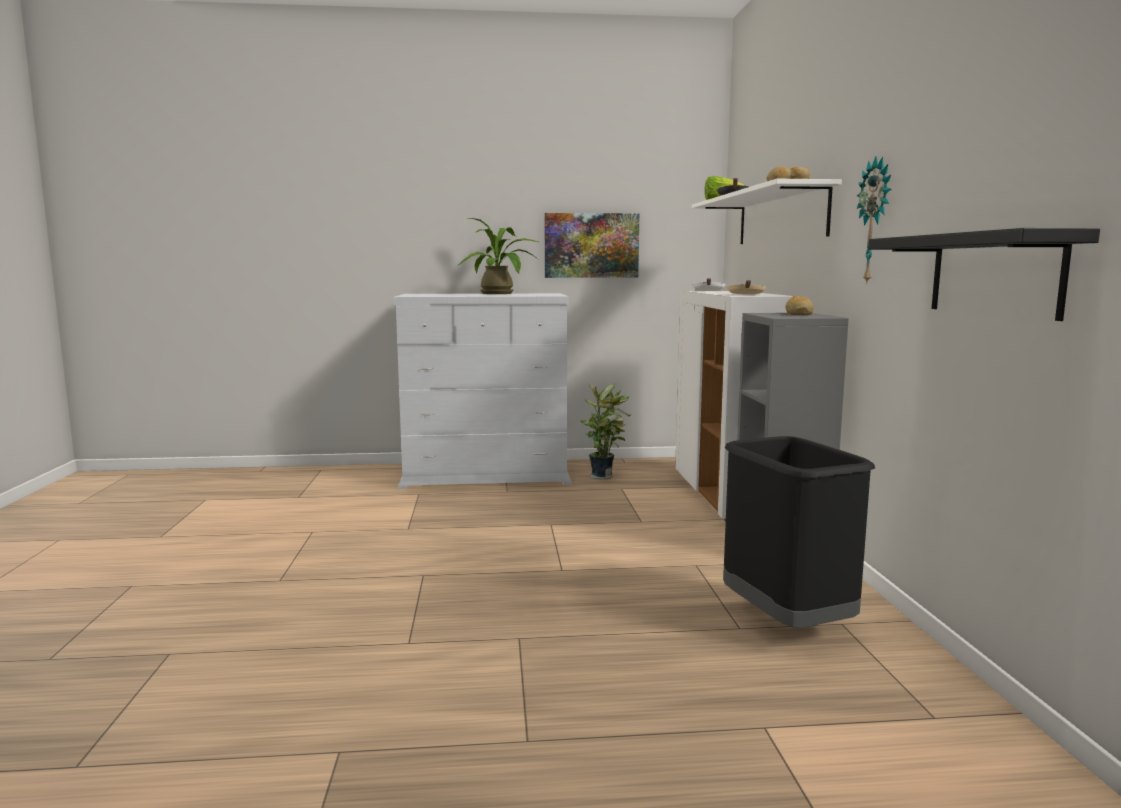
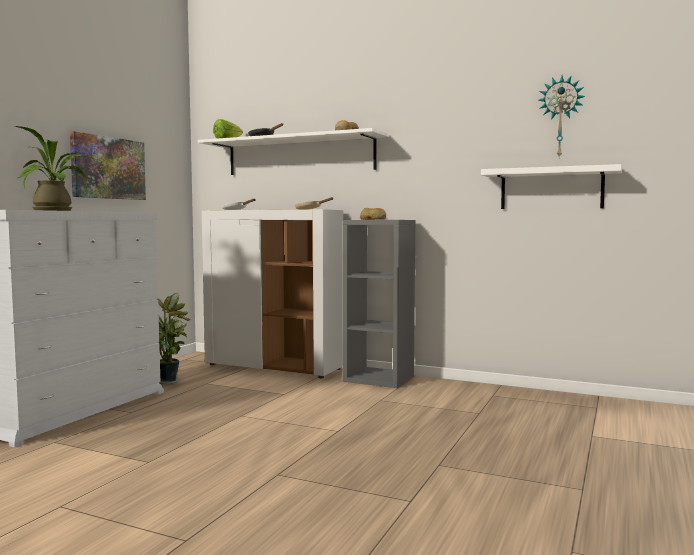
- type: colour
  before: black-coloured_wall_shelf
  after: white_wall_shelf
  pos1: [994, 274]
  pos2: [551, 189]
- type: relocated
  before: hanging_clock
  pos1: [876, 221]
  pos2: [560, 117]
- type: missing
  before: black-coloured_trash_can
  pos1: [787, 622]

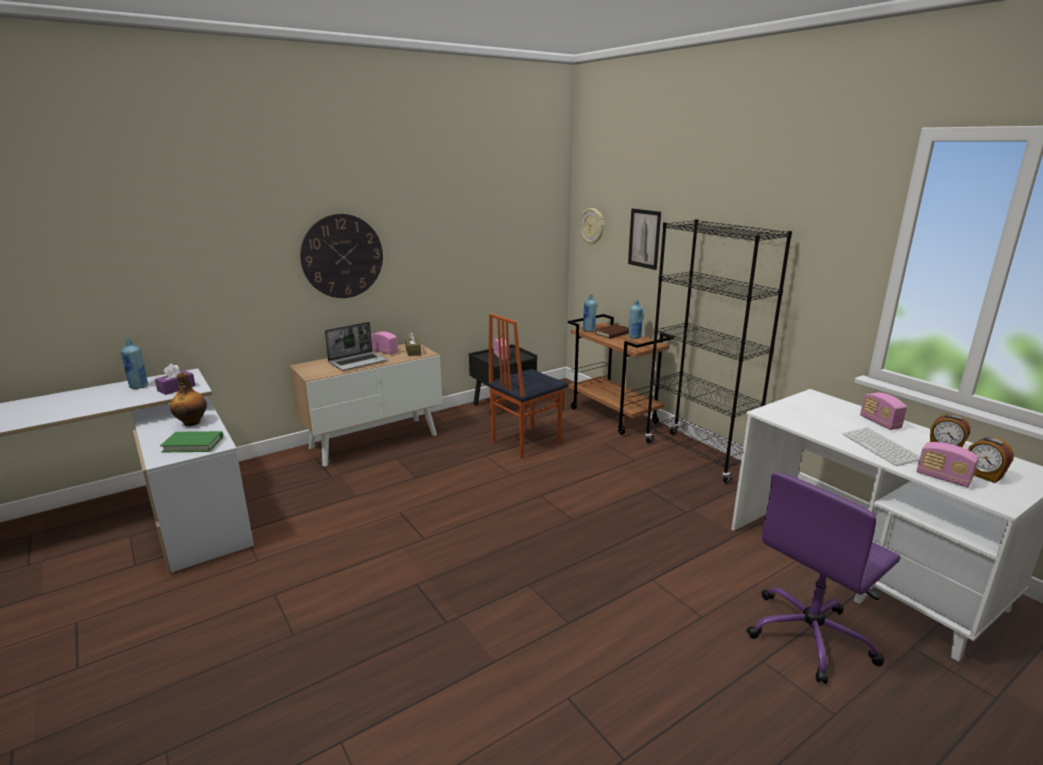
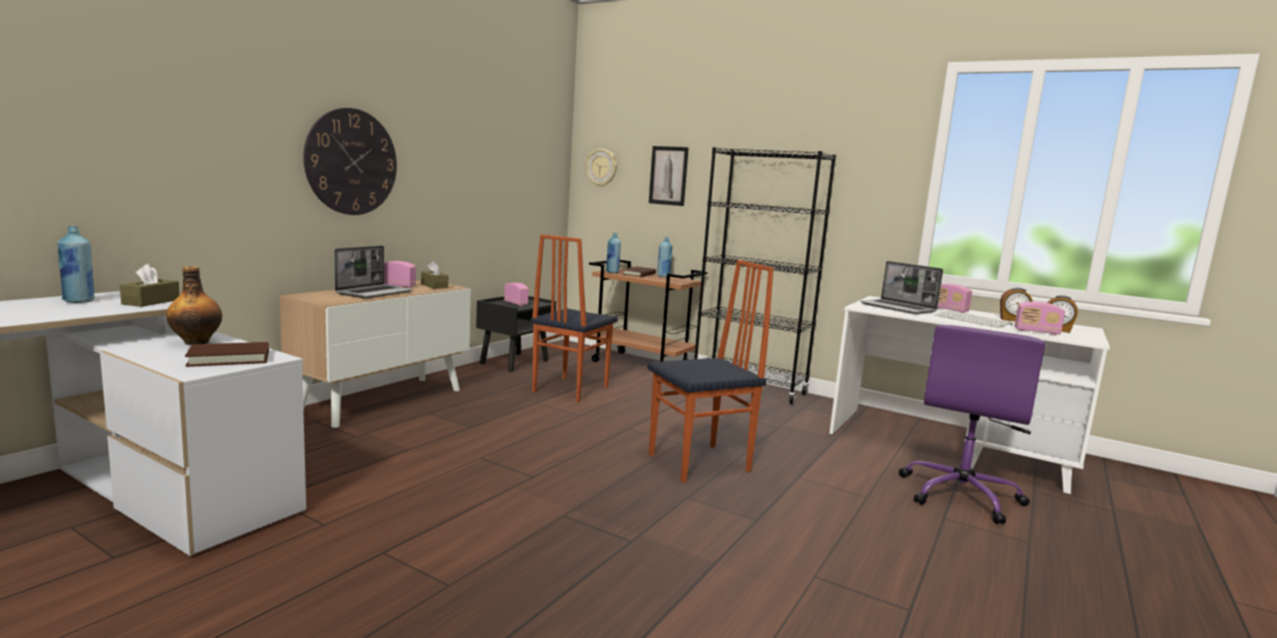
- type: colour
  before: purple_box_of_tissues
  after: brownish_box_of_tissues
  pos1: [176, 388]
  pos2: [151, 302]
- type: colour
  before: green_bound_book
  after: brownish_bound_book
  pos1: [193, 444]
  pos2: [229, 358]
- type: appeared
  after: chair
  pos2: [700, 463]
- type: appeared
  after: laptop
  pos2: [899, 308]

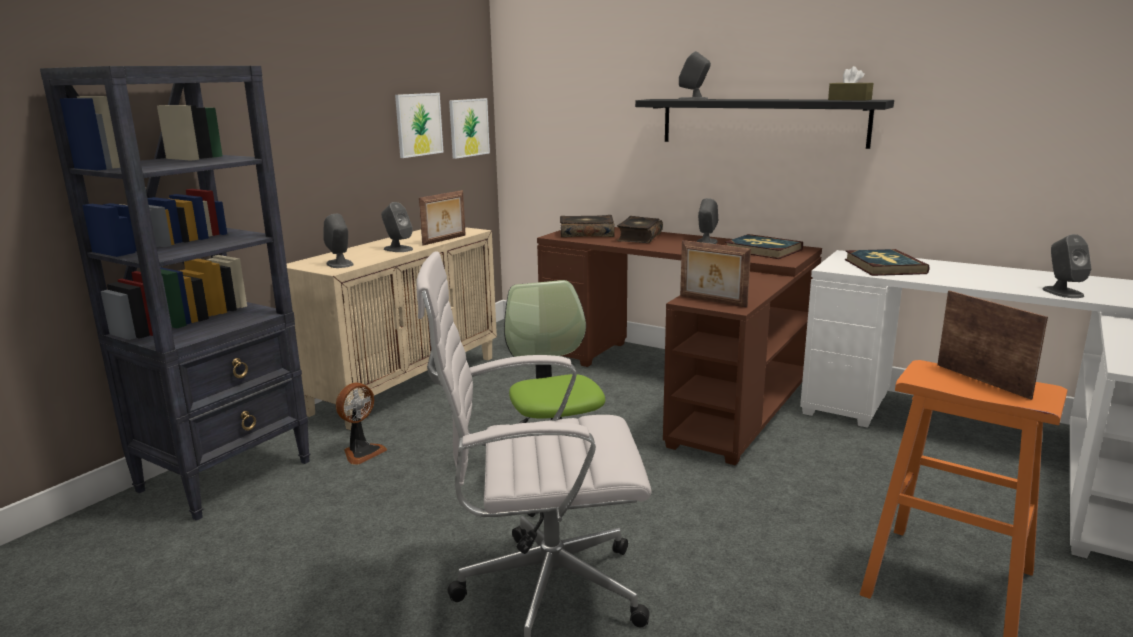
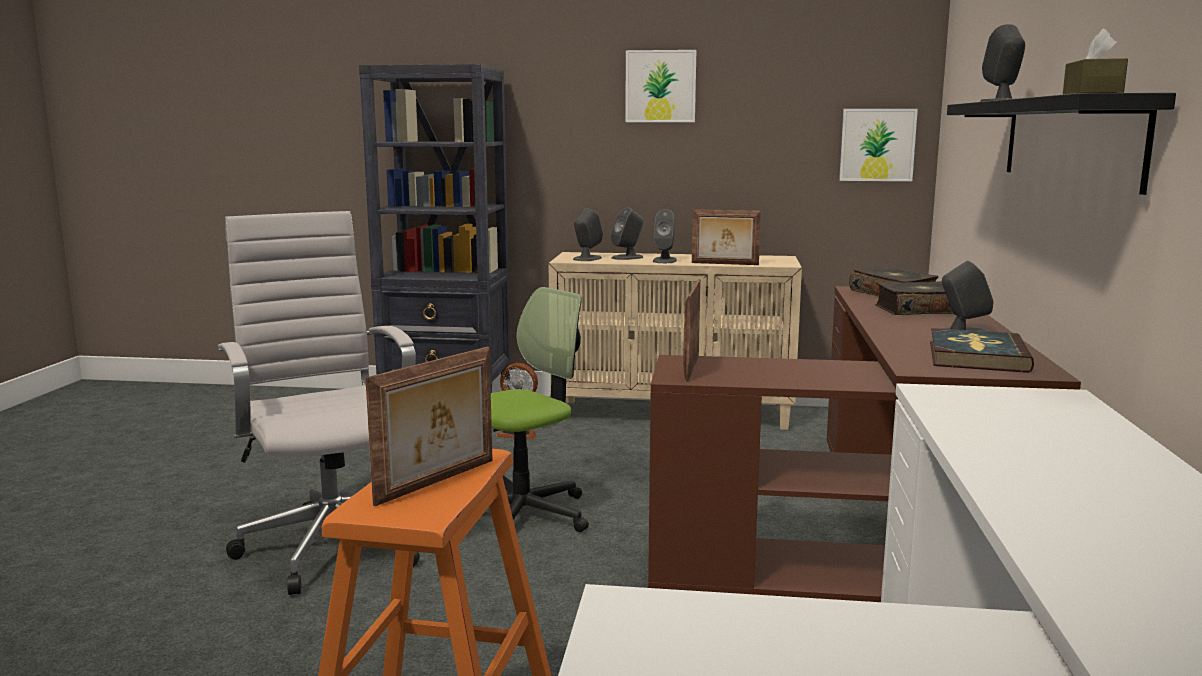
- type: relocated
  before: greyish_loudspeaker
  pos1: [1062, 292]
  pos2: [627, 257]
- type: relocated
  before: wall_picture
  pos1: [418, 124]
  pos2: [660, 86]
- type: missing
  before: bound_book
  pos1: [884, 266]

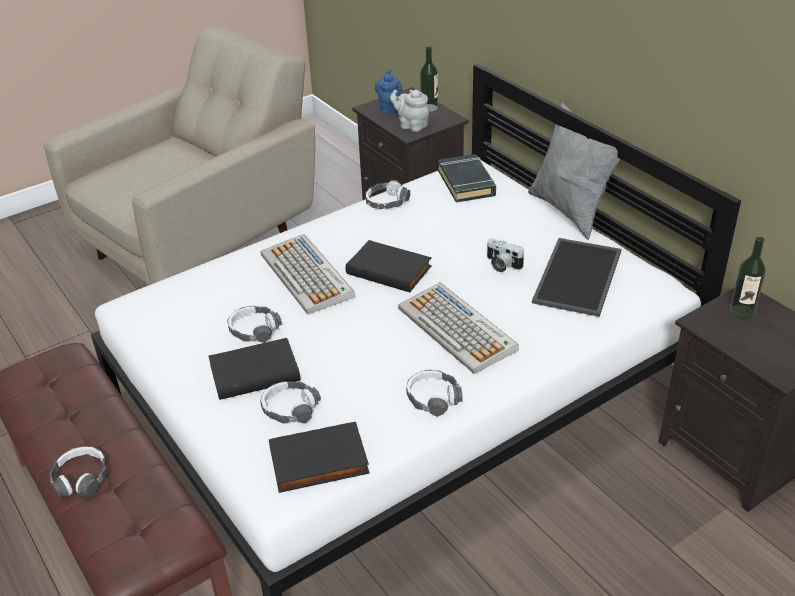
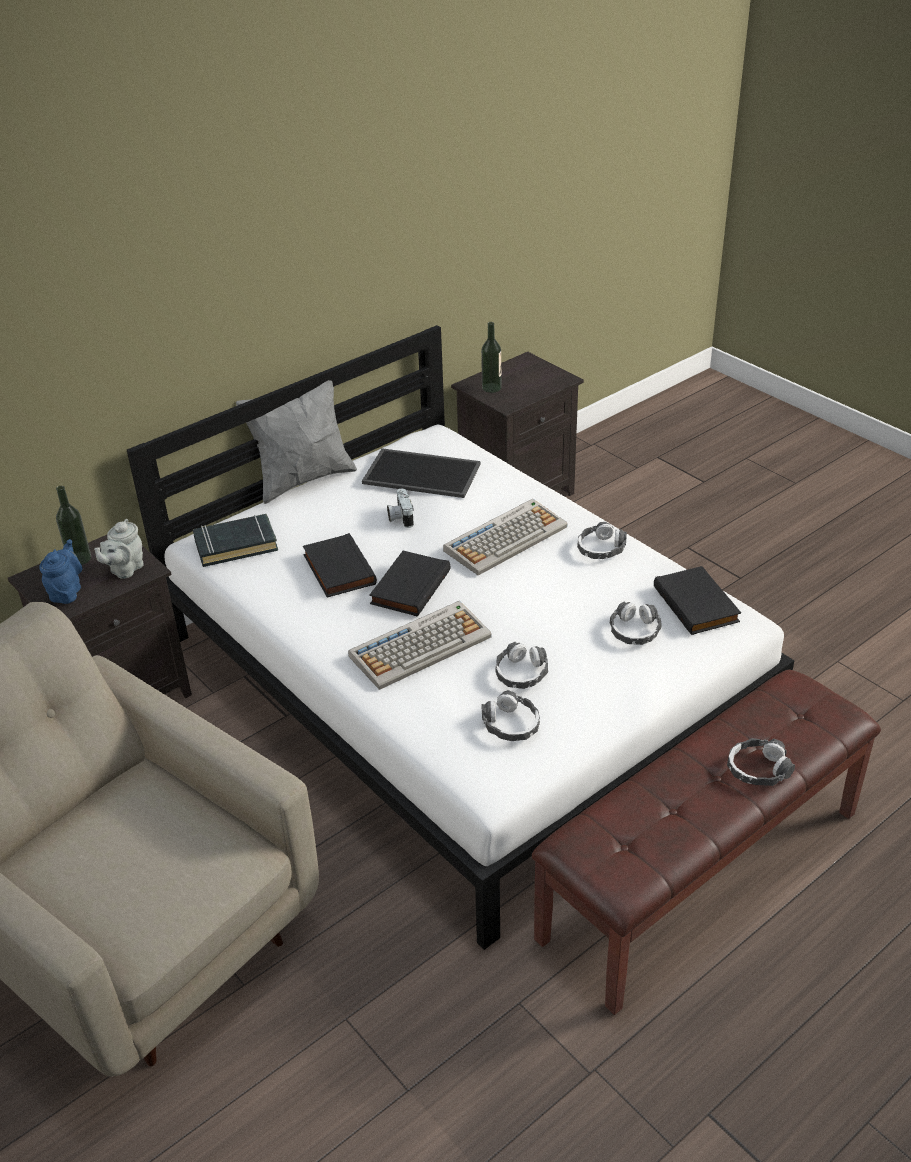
- type: spun
  before: bluish_teapot
  pos1: [389, 108]
  pos2: [67, 592]
  turn: 105
- type: relocated
  before: black-coloured_bound_book
  pos1: [255, 371]
  pos2: [337, 570]
- type: spun
  before: photo_camera
  pos1: [502, 265]
  pos2: [400, 517]
  turn: 135
- type: relocated
  before: headset
  pos1: [387, 201]
  pos2: [511, 724]

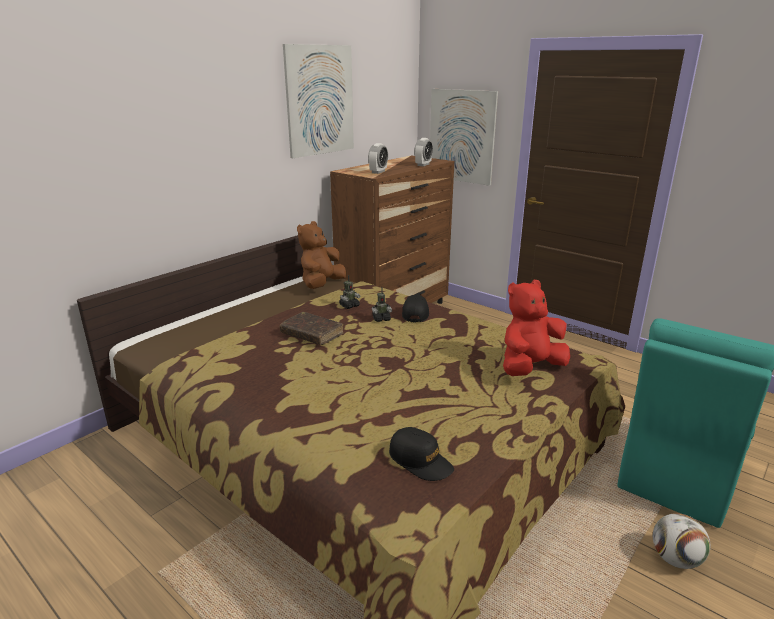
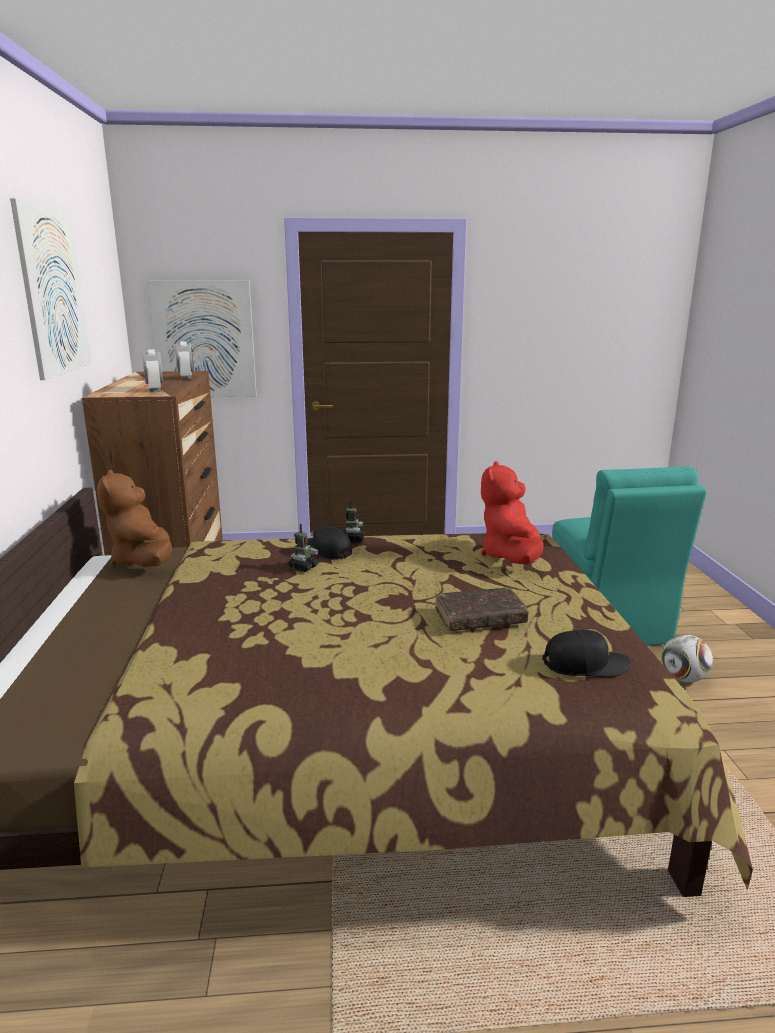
- type: relocated
  before: toy_robot
  pos1: [349, 306]
  pos2: [352, 540]
- type: relocated
  before: brownish_bound_book
  pos1: [312, 334]
  pos2: [480, 618]

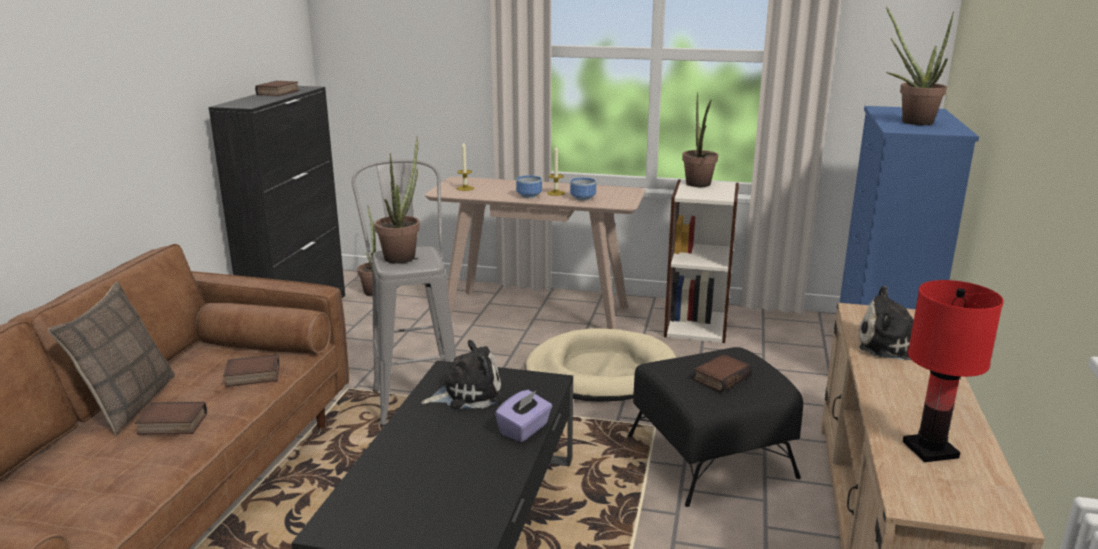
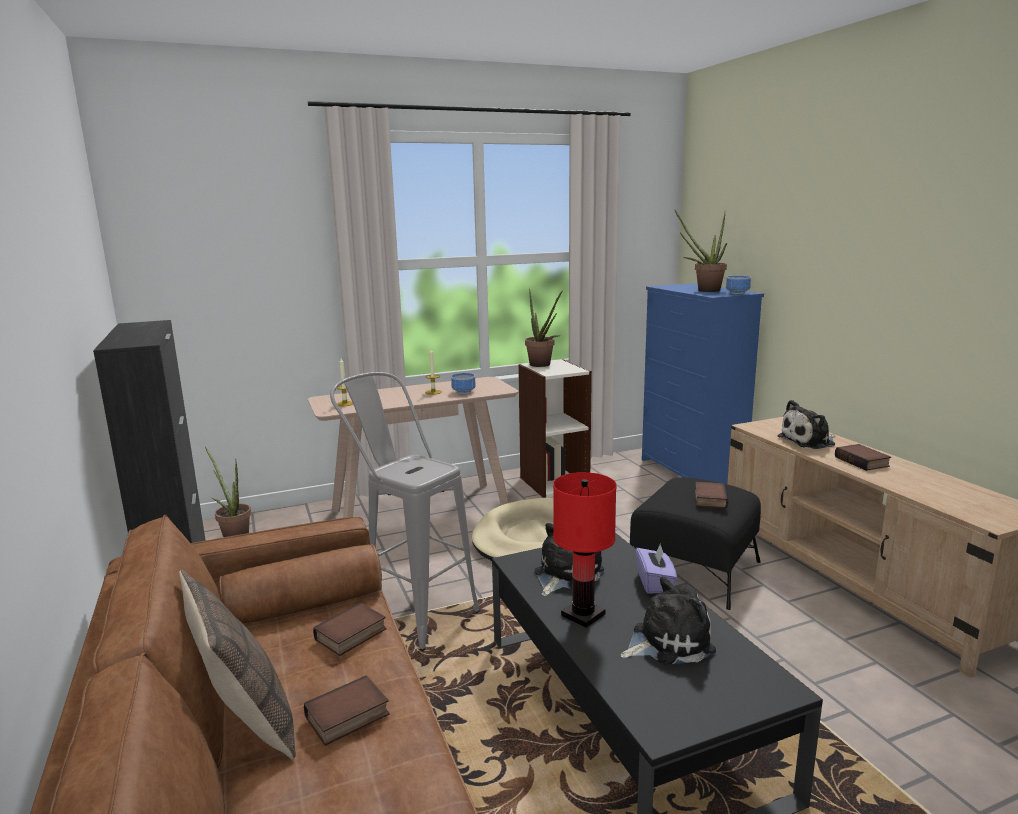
- type: relocated
  before: red-coloured_lamp_for_a_table
  pos1: [930, 449]
  pos2: [583, 614]
- type: appeared
  after: cuddly_toy
  pos2: [667, 641]
- type: relocated
  before: deep_dish
  pos1: [529, 196]
  pos2: [737, 293]
- type: relocated
  before: bound_book
  pos1: [278, 93]
  pos2: [863, 462]
- type: missing
  before: plant_in_a_pot
  pos1: [403, 256]

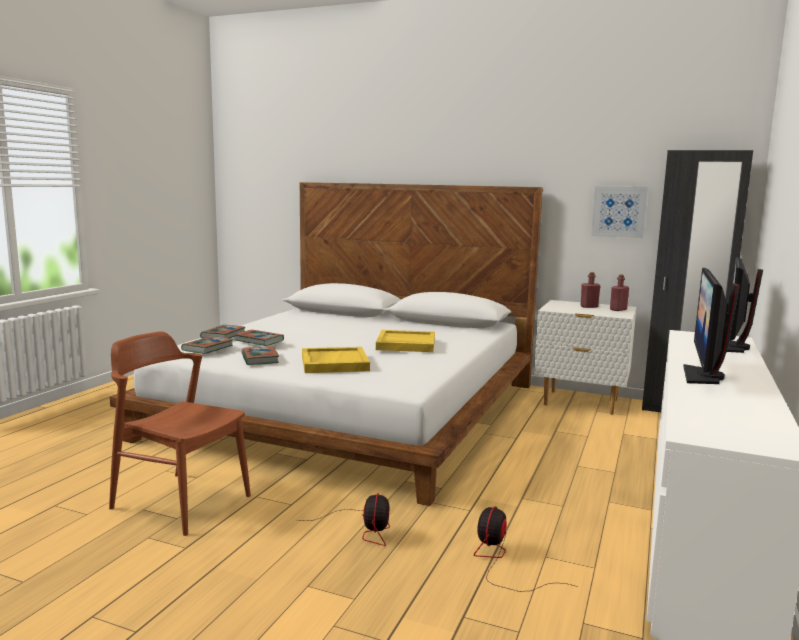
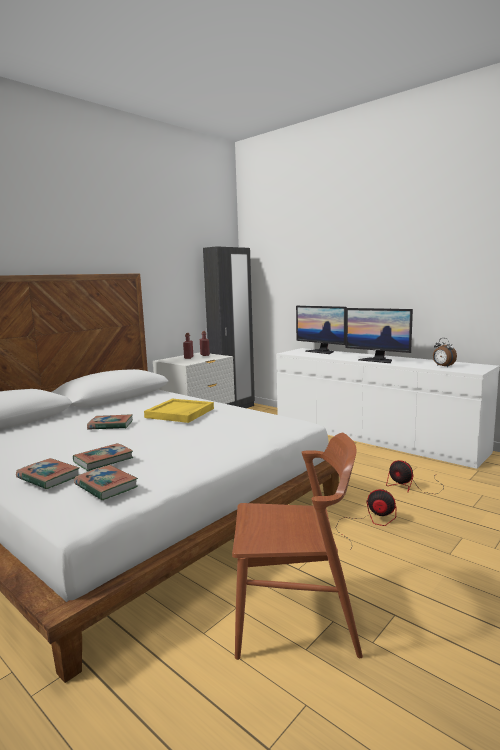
- type: relocated
  before: bound_book
  pos1: [260, 359]
  pos2: [110, 425]
- type: spun
  before: brownish_chair
  pos1: [181, 502]
  pos2: [295, 619]
  turn: -135
- type: appeared
  after: alarm_clock
  pos2: [443, 366]
- type: missing
  before: yellowish_tray
  pos1: [334, 363]
- type: missing
  before: wall_picture
  pos1: [619, 212]

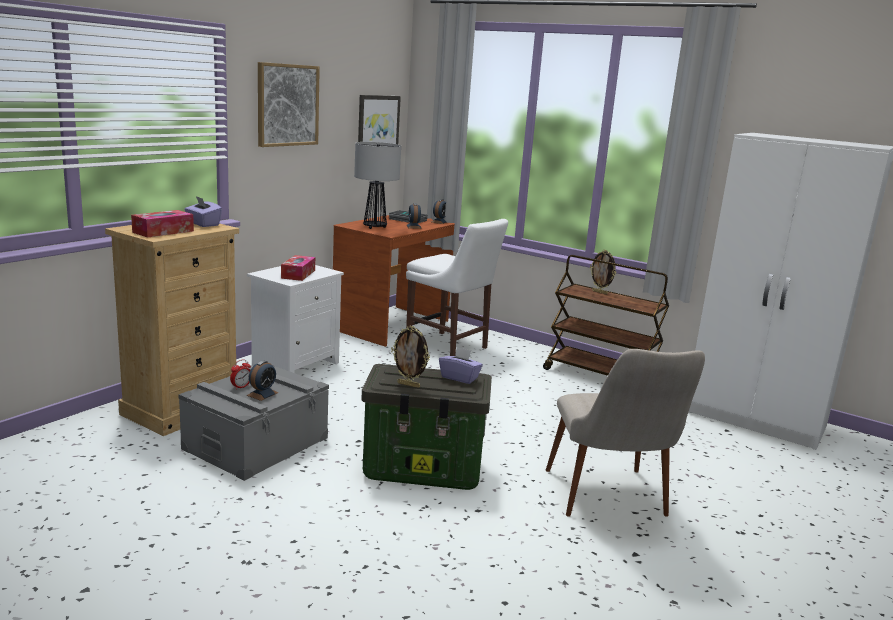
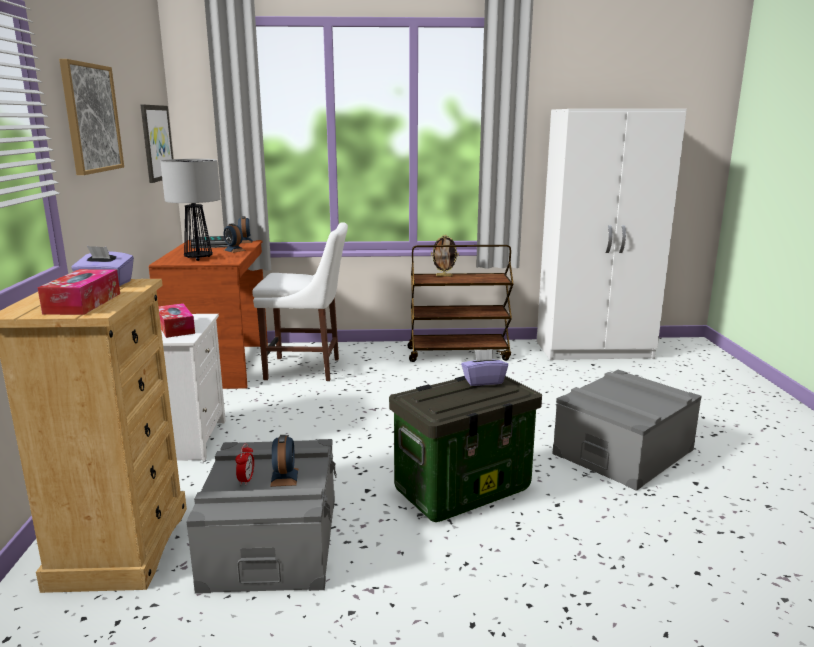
- type: exchanged
  before: beige-coloured_chair
  after: greyish_storage_bin
  pos1: [611, 504]
  pos2: [623, 452]
- type: missing
  before: picture_frame
  pos1: [409, 385]

